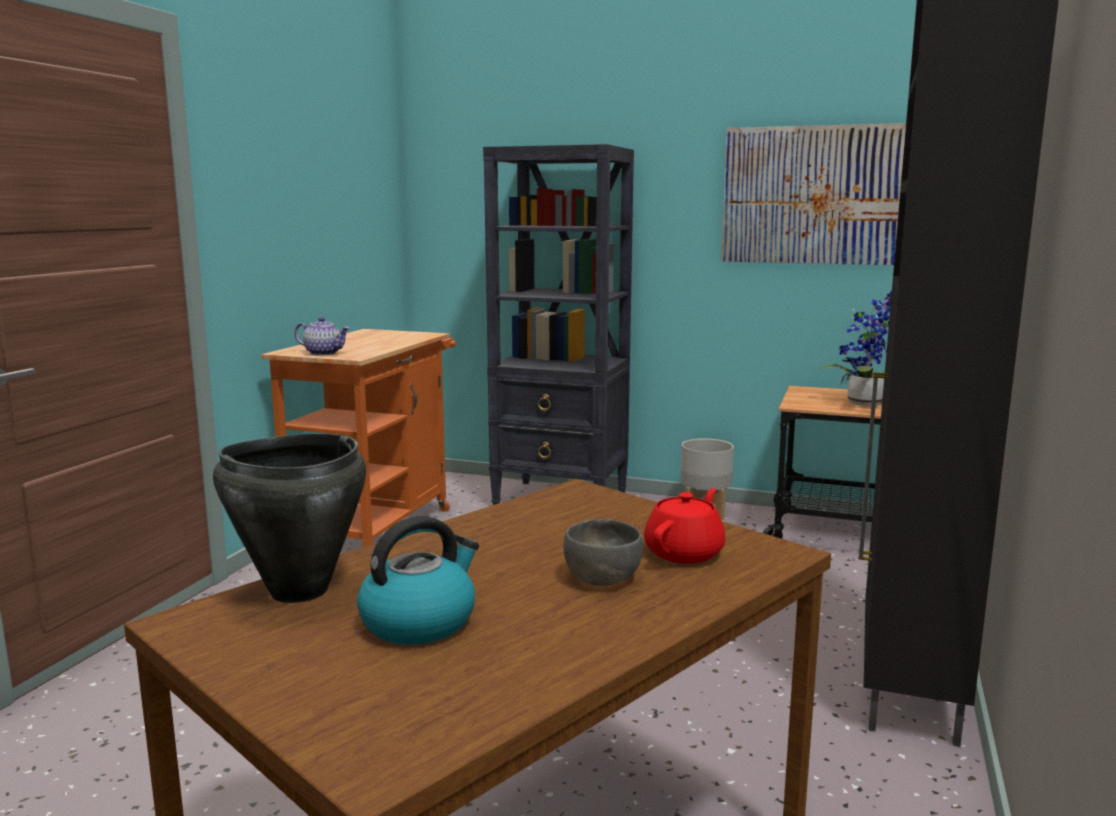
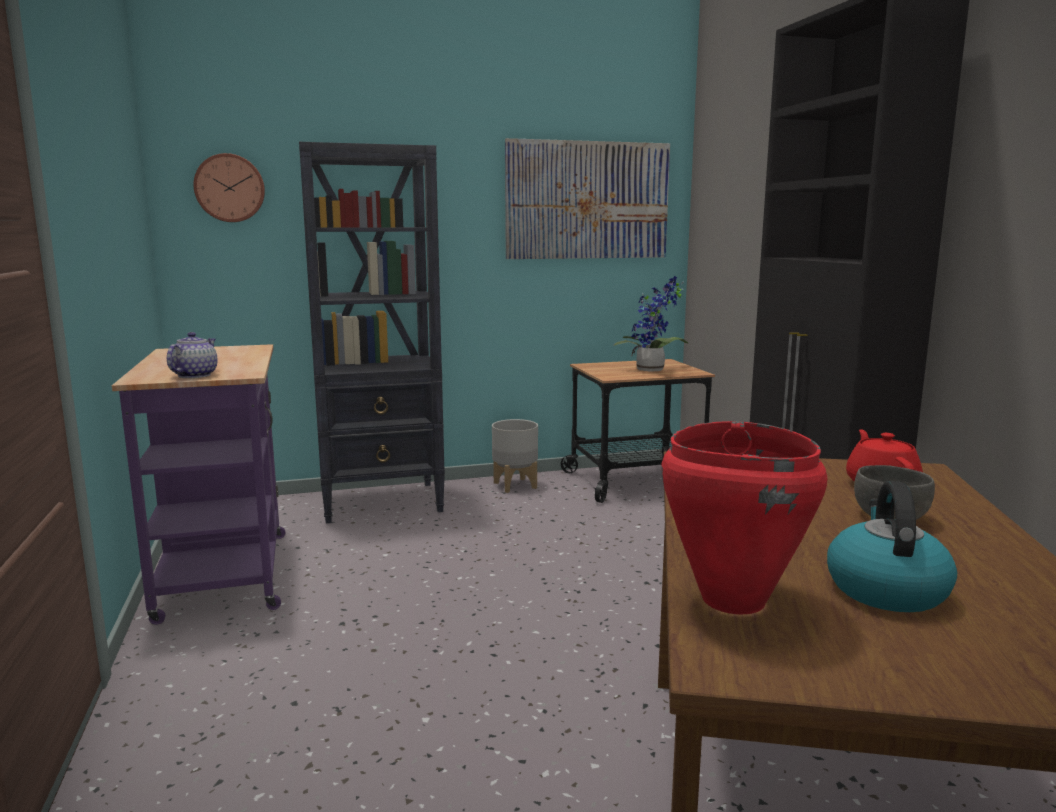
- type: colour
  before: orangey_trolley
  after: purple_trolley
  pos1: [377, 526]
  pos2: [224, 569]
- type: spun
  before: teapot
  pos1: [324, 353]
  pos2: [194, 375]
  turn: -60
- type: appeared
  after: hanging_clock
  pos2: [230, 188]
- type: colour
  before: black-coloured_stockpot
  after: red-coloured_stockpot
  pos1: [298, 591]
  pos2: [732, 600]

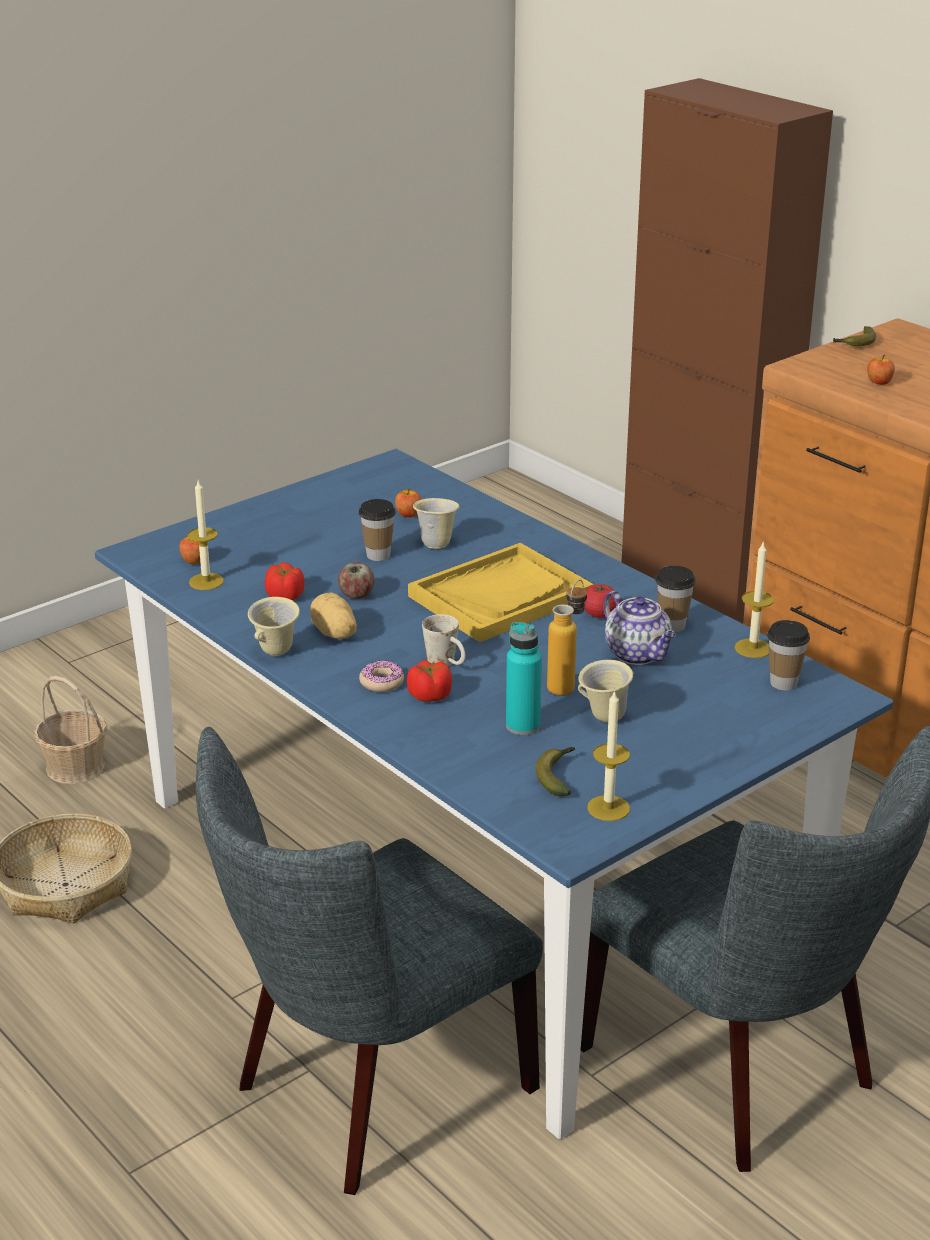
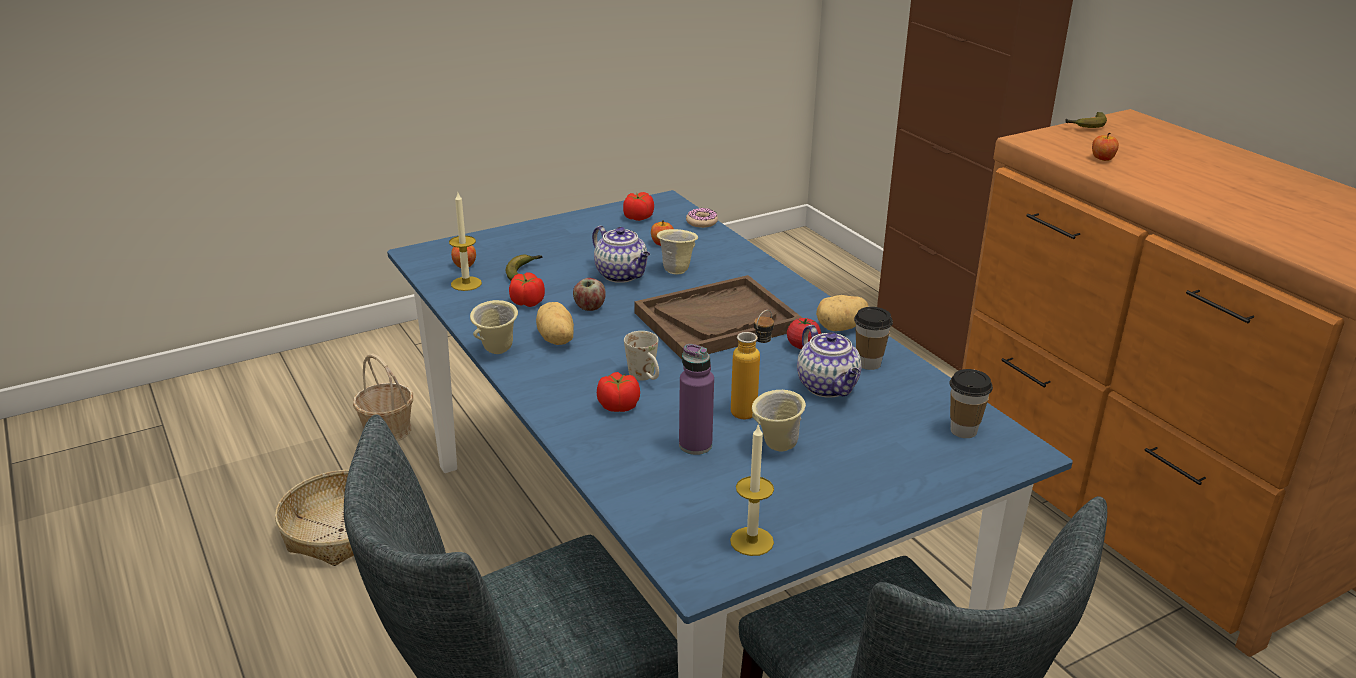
- type: relocated
  before: whole_banana
  pos1: [558, 776]
  pos2: [523, 272]
- type: exchanged
  before: drinking_cup
  after: teapot
  pos1: [378, 555]
  pos2: [622, 275]
- type: appeared
  after: whole_tomato
  pos2: [638, 217]
- type: colour
  before: yellowish_tray
  after: brownish_tray
  pos1: [500, 596]
  pos2: [717, 321]
- type: colour
  before: turquoise_drink_bottle
  after: purple_drink_bottle
  pos1: [523, 726]
  pos2: [695, 445]
- type: relocated
  before: doughnut
  pos1: [381, 682]
  pos2: [701, 222]
- type: appeared
  after: potato
  pos2: [841, 328]
- type: missing
  before: candle
  pos1: [753, 648]

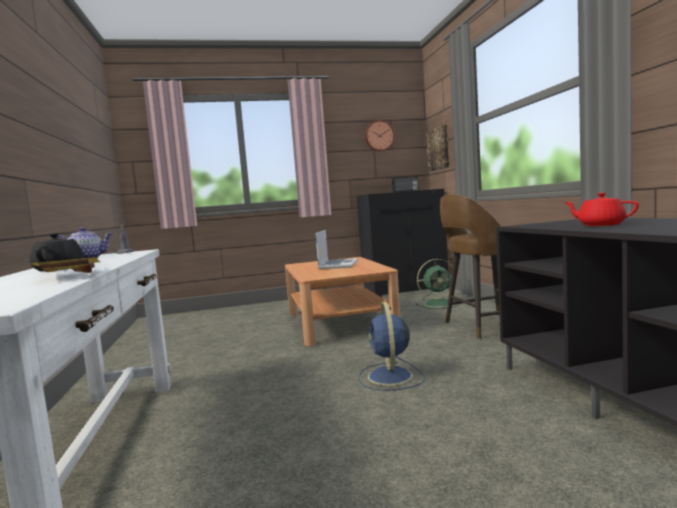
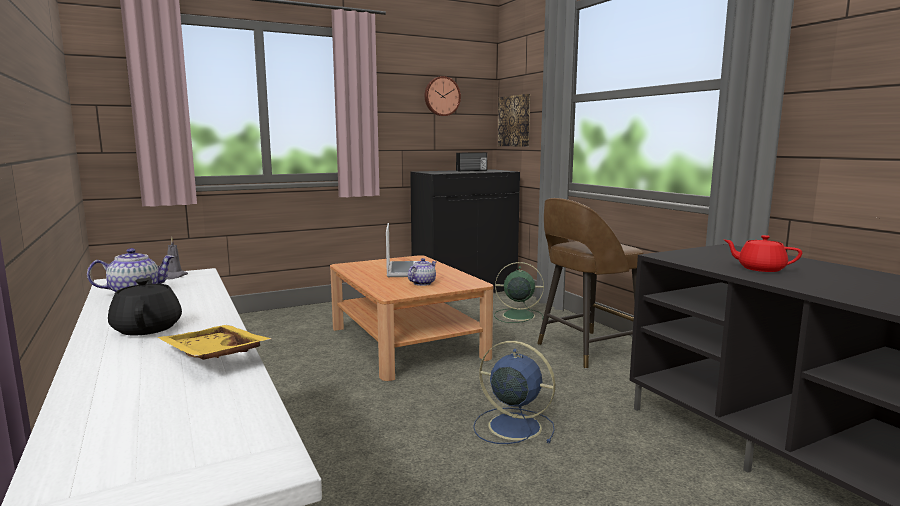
- type: appeared
  after: teapot
  pos2: [422, 283]
- type: spun
  before: bluish_electric_fan
  pos1: [390, 377]
  pos2: [512, 426]
  turn: 135
- type: spun
  before: green_electric_fan
  pos1: [439, 304]
  pos2: [517, 315]
  turn: -150

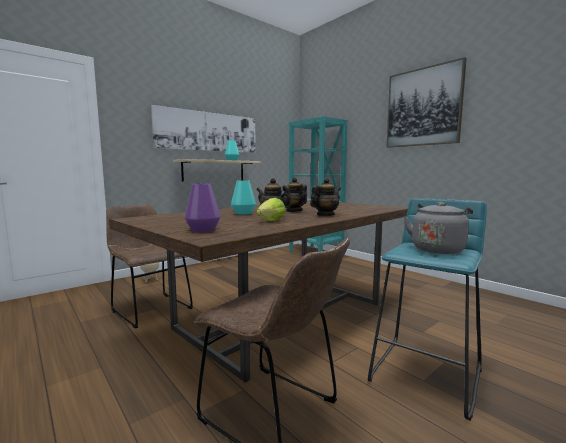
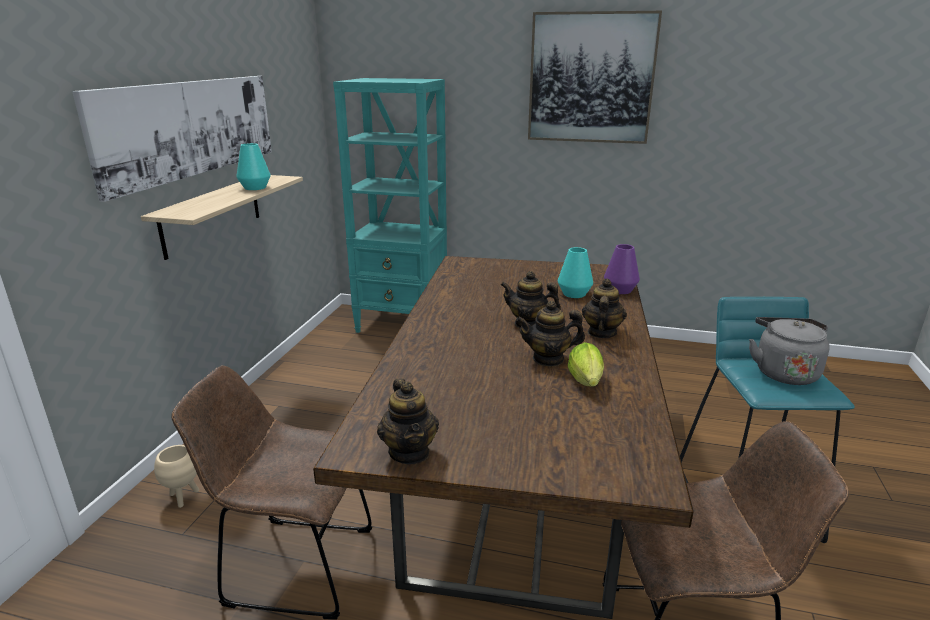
- type: appeared
  after: teapot
  pos2: [409, 452]
- type: relocated
  before: turquoise_decorative_vase
  pos1: [243, 213]
  pos2: [574, 294]
- type: relocated
  before: purple_decorative_vase
  pos1: [203, 230]
  pos2: [620, 290]

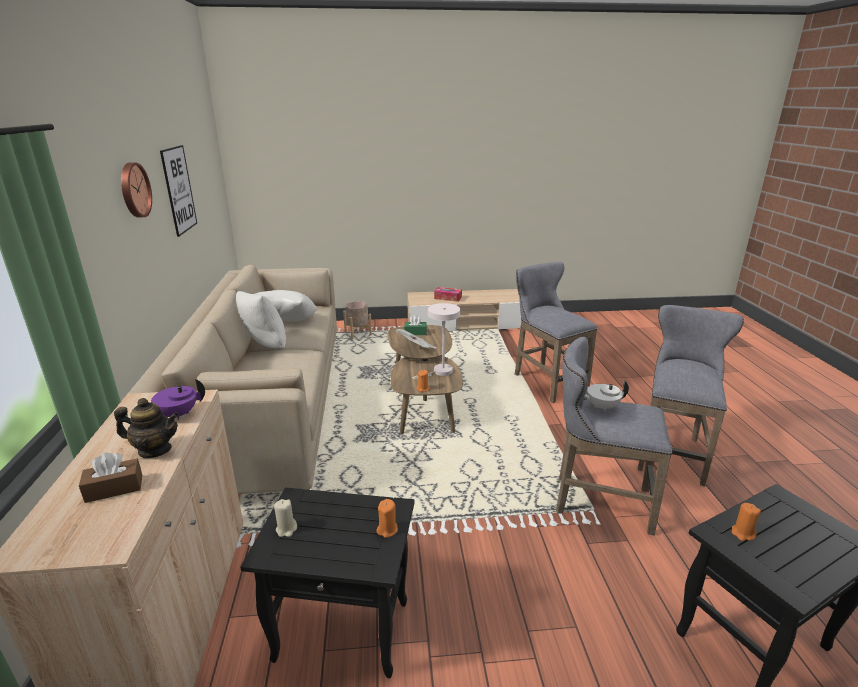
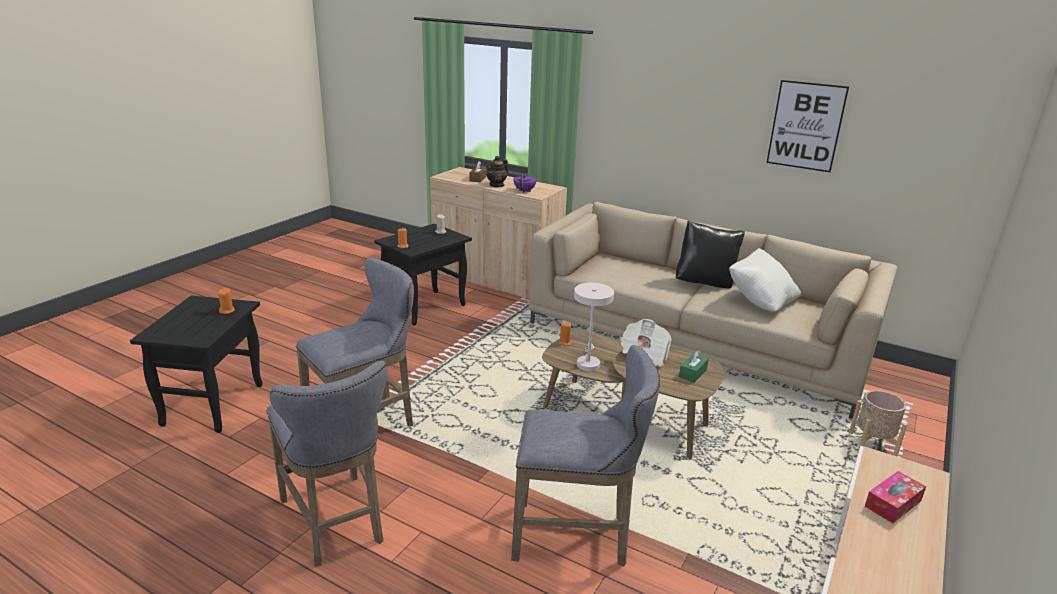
- type: colour
  before: white_throw_pillow
  after: black-coloured_throw_pillow
  pos1: [264, 347]
  pos2: [705, 283]
- type: missing
  before: hanging_clock
  pos1: [133, 190]
- type: missing
  before: white_teapot
  pos1: [601, 407]

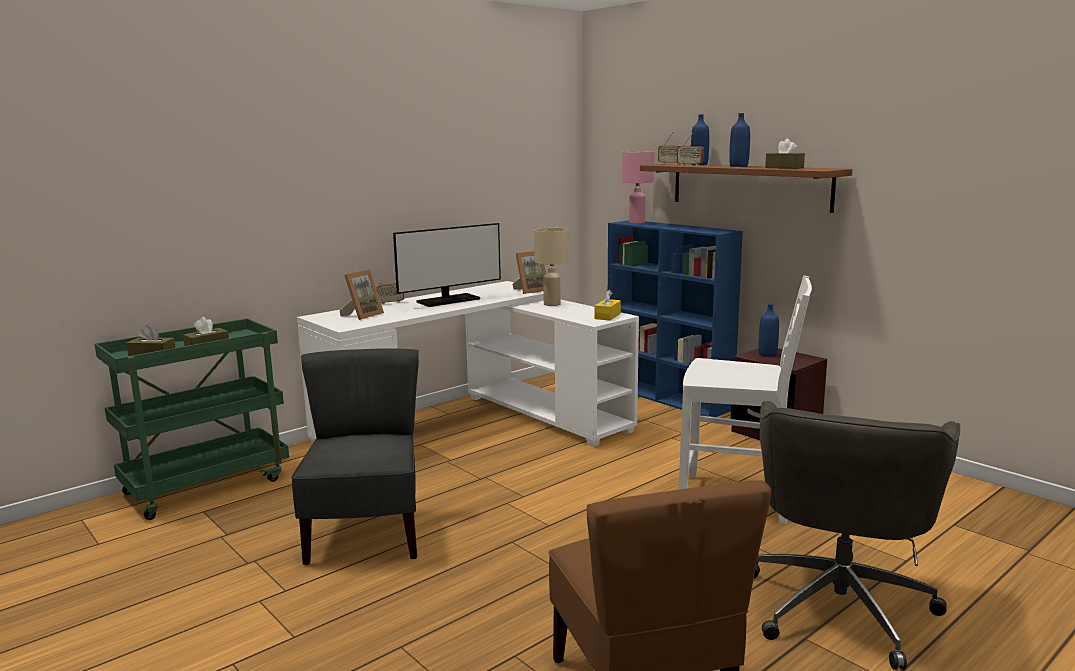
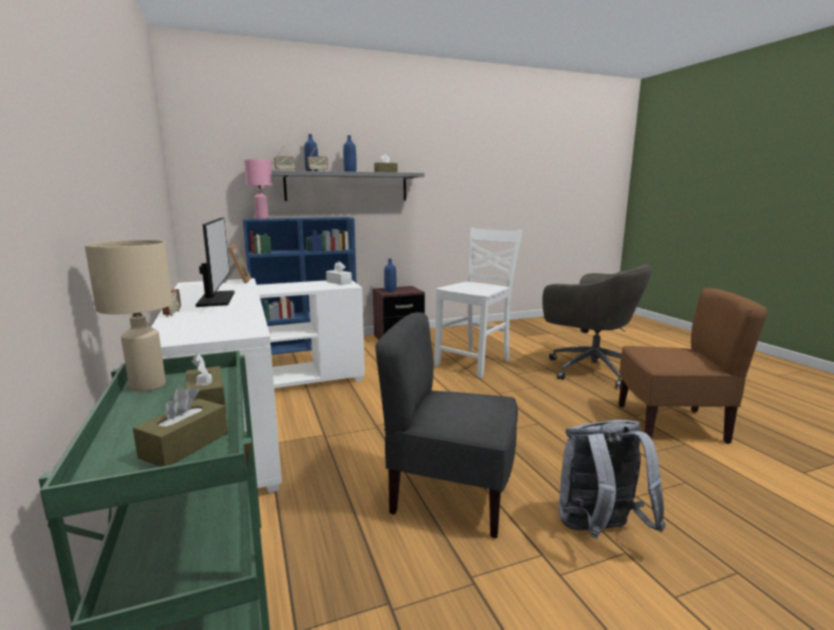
- type: relocated
  before: beige-coloured_lamp_for_a_table
  pos1: [551, 304]
  pos2: [146, 385]
- type: colour
  before: brownish_wall_shelf
  after: greyish_wall_shelf
  pos1: [749, 186]
  pos2: [347, 186]
- type: colour
  before: yellowish_box_of_tissues
  after: white_box_of_tissues
  pos1: [607, 316]
  pos2: [339, 282]
- type: appeared
  after: greyish_backpack
  pos2: [599, 531]
- type: missing
  before: picture_frame
  pos1: [362, 315]

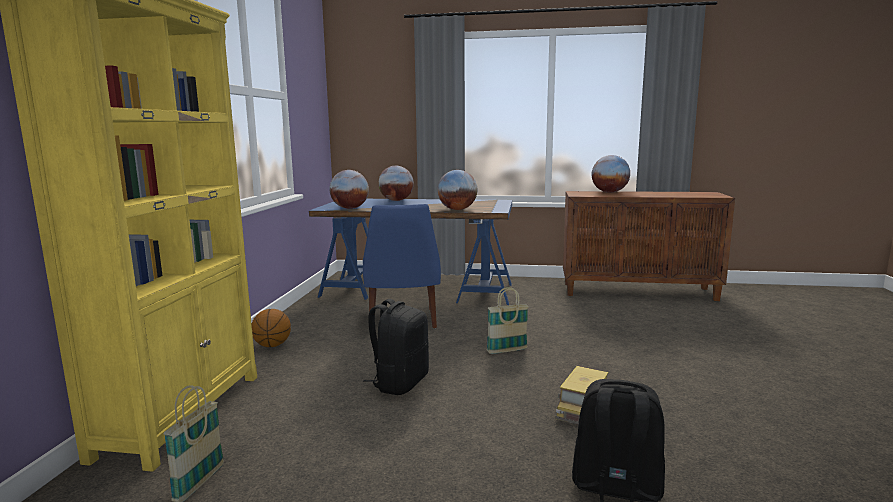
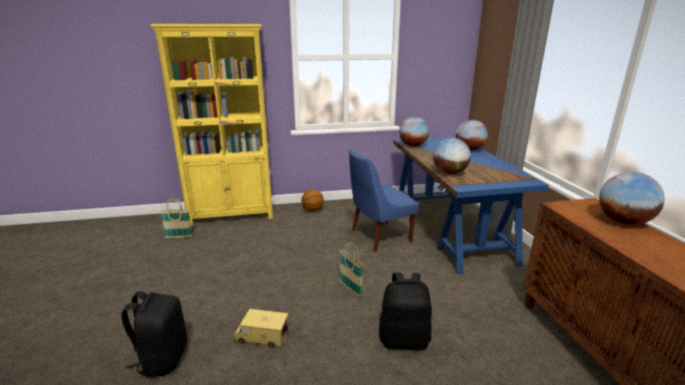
- type: relocated
  before: black-coloured_backpack
  pos1: [400, 383]
  pos2: [404, 339]

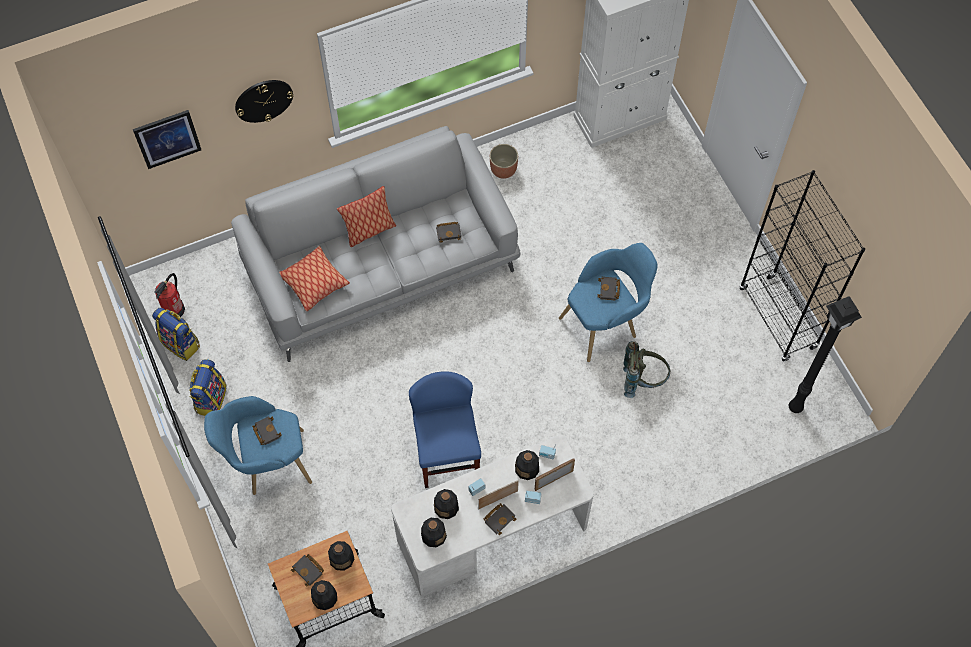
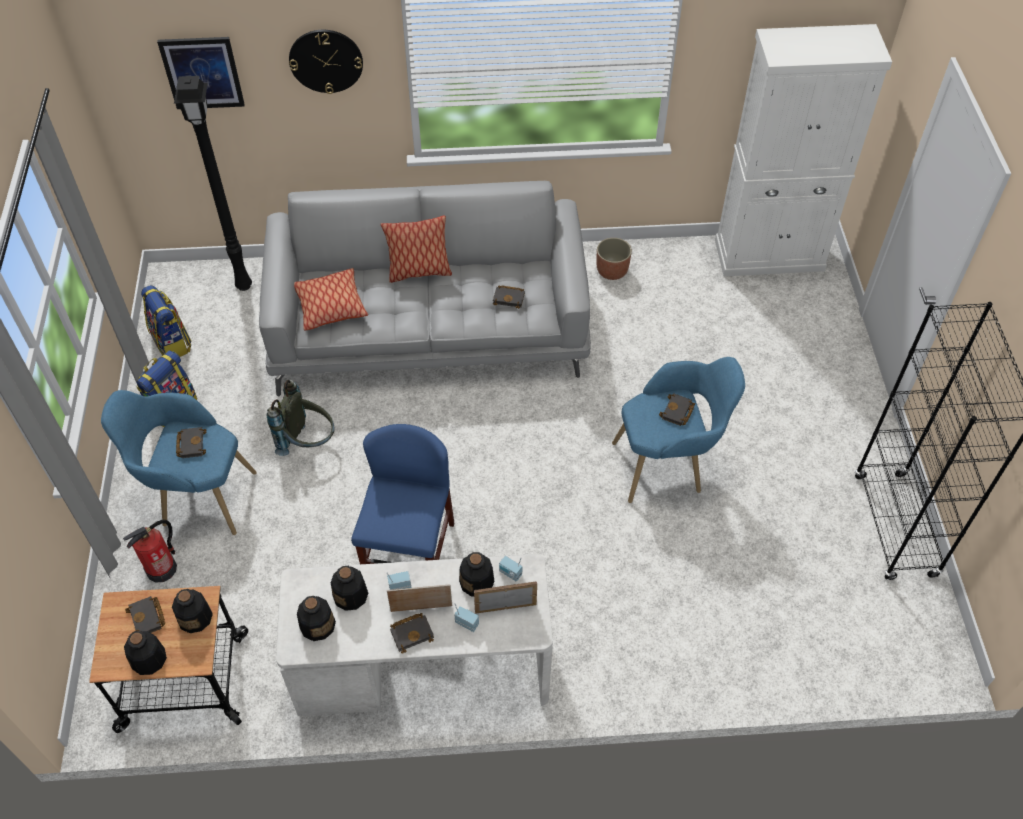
- type: relocated
  before: fire_extinguisher
  pos1: [174, 309]
  pos2: [162, 568]
- type: relocated
  before: black-coloured_standing_lamp
  pos1: [795, 406]
  pos2: [245, 285]
- type: relocated
  before: greyish_backpack
  pos1: [643, 380]
  pos2: [308, 443]

